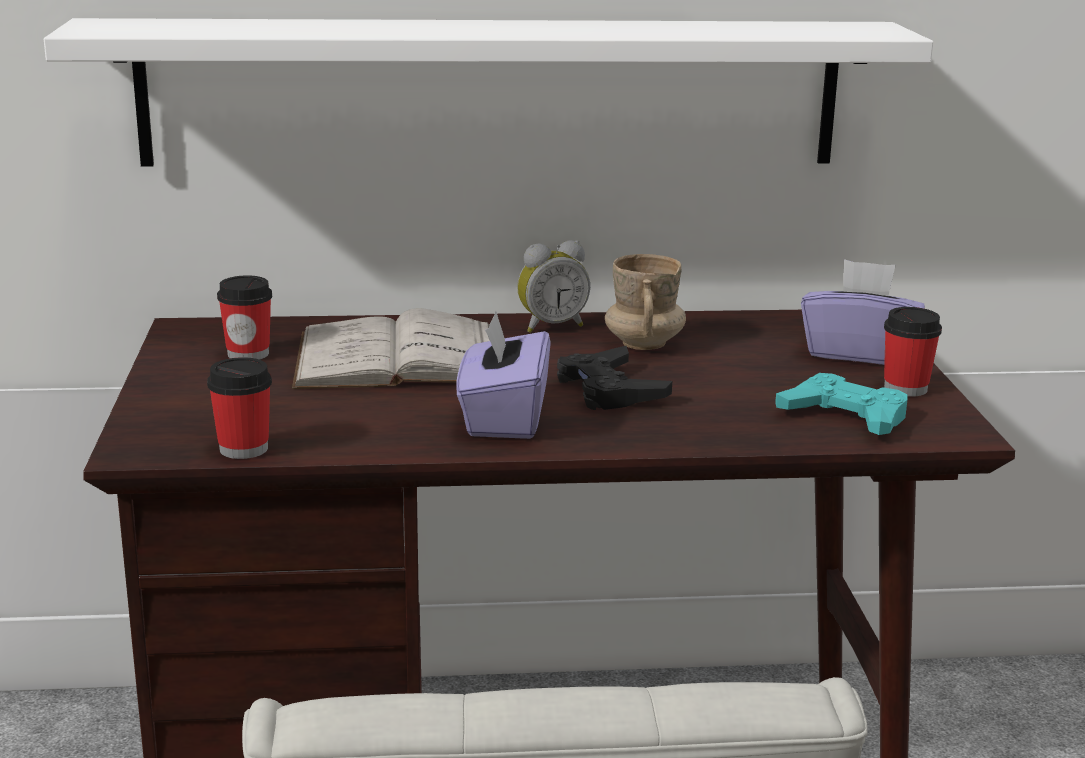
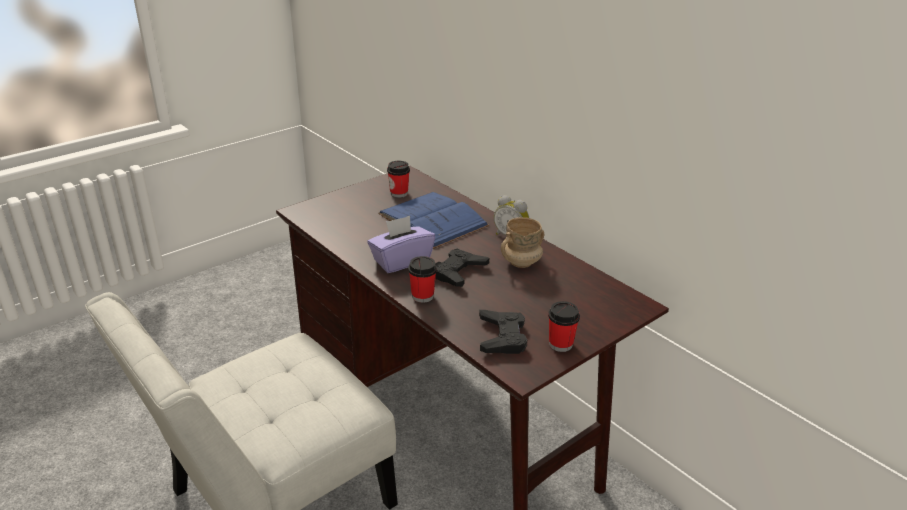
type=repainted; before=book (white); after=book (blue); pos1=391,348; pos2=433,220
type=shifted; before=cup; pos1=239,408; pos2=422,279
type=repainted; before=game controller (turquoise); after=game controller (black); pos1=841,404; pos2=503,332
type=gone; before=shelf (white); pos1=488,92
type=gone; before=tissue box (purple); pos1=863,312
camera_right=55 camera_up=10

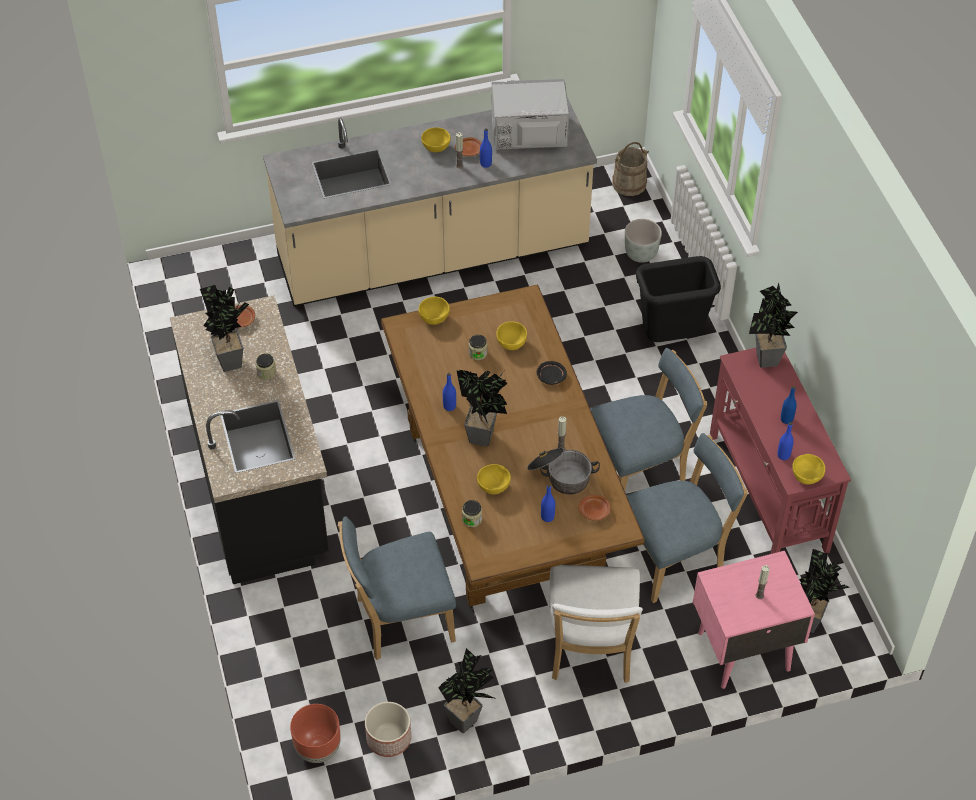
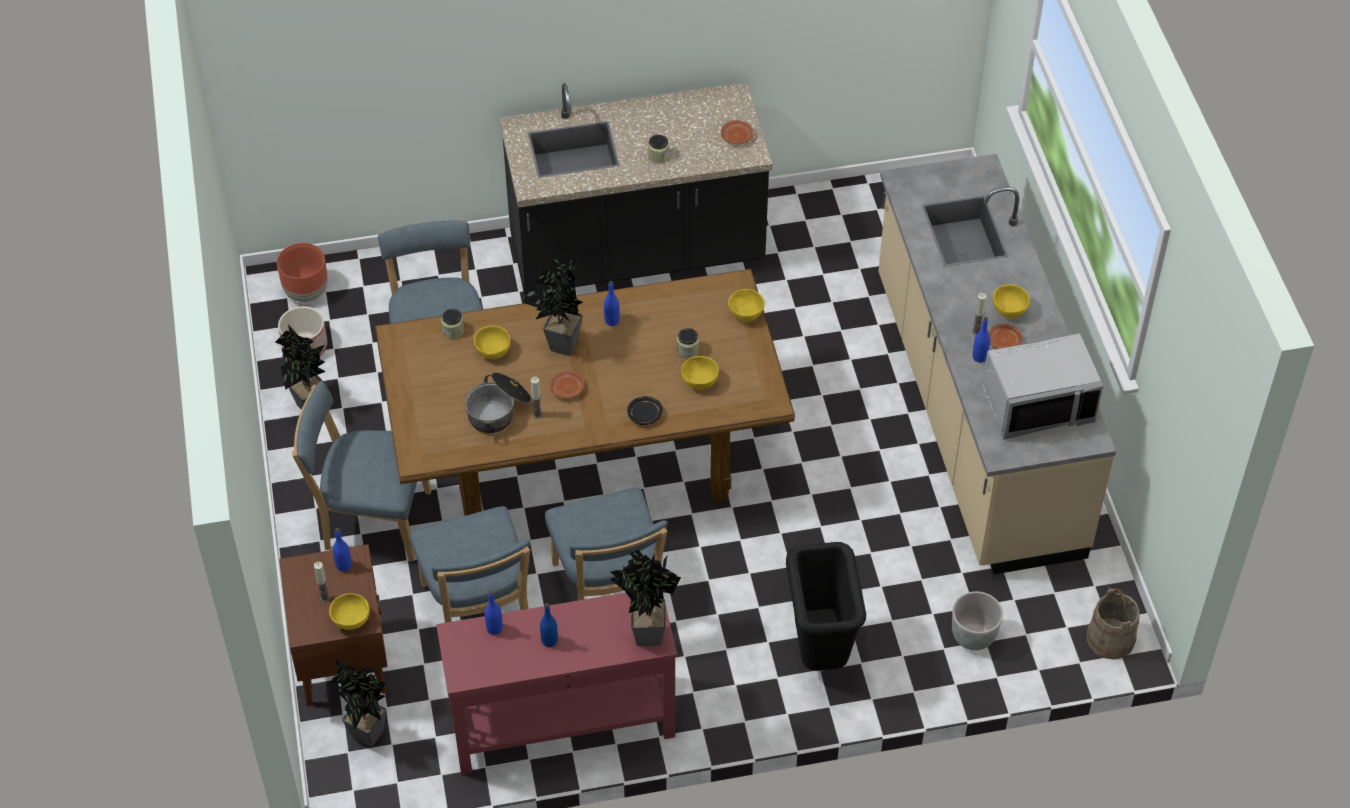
type=repainted; before=nightstand (pink); after=nightstand (brown); pos1=754,620; pos2=333,625
type=repainted; before=chair (white); after=chair (blue); pos1=596,624; pos2=361,471
type=shifted; before=bowl (yellow); pos1=808,469; pos2=349,611
type=shifted; before=bottle (blue); pos1=548,503; pos2=342,550
type=shifted; before=plate (brown); pos1=594,508; pos2=567,384
type=rotated; before=microwave (grey); pos1=530,114; pos2=1042,386; turn=75
type=gone; before=potted plant; pos1=224,328
camera_right=95 camera_up=0

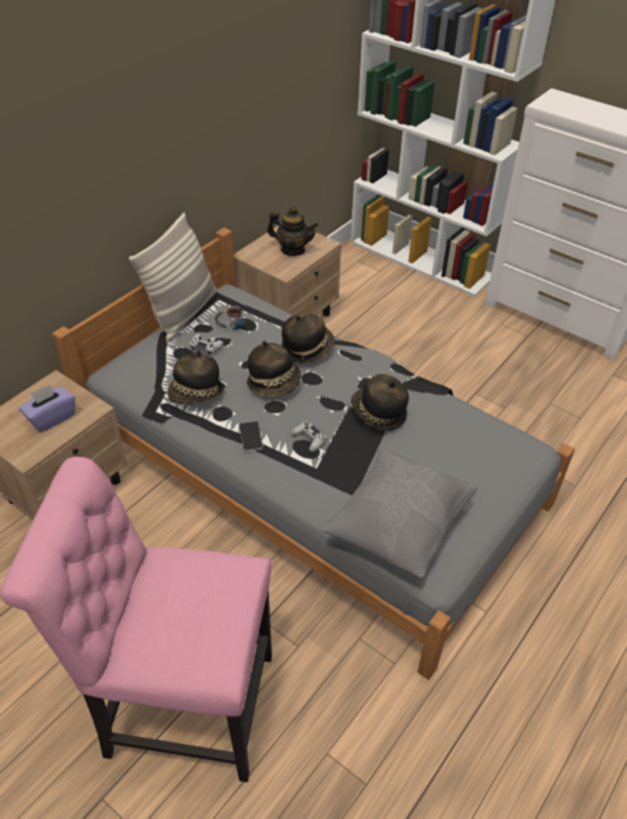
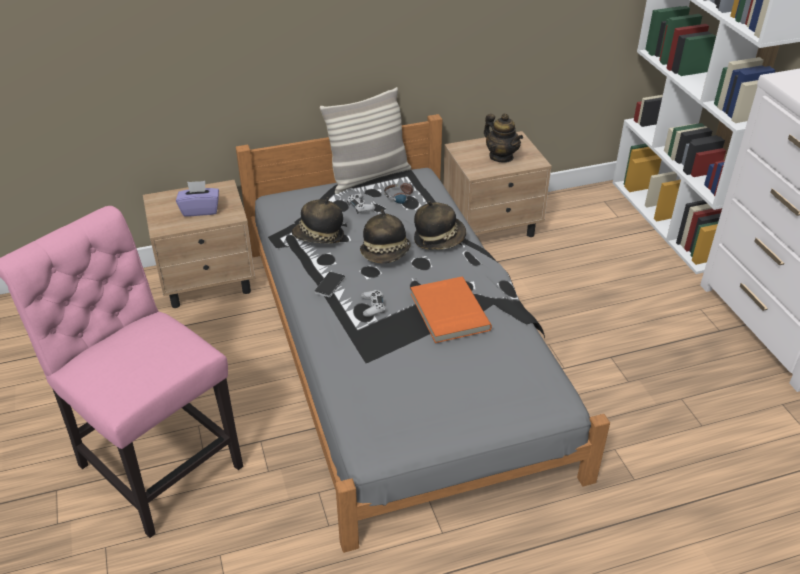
type=swapped; before=hat; after=book (orange); pos1=380,402; pos2=451,310
type=gone; before=pillow (grey); pos1=399,512
camera_right=35 camera_up=-5

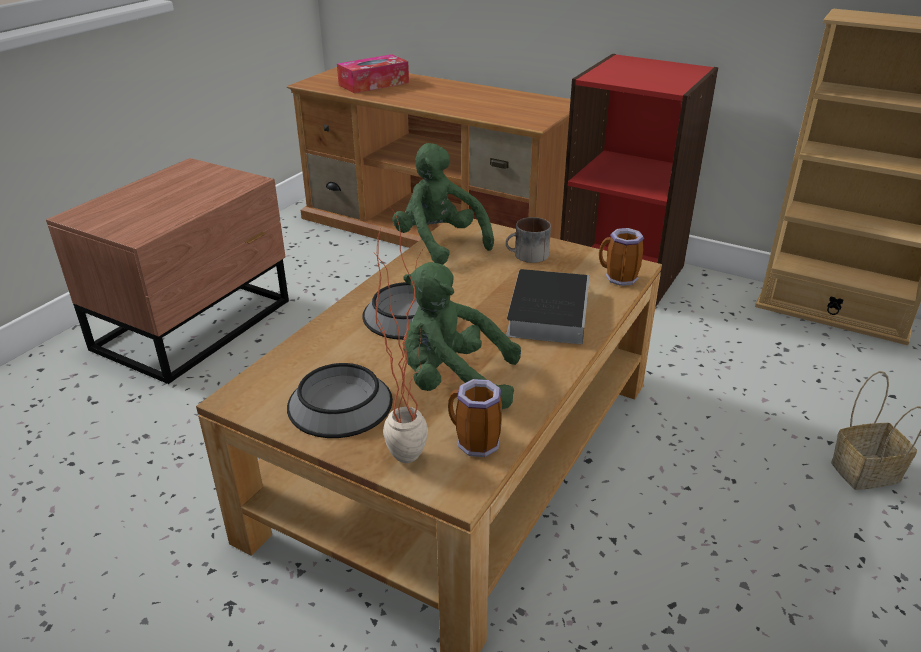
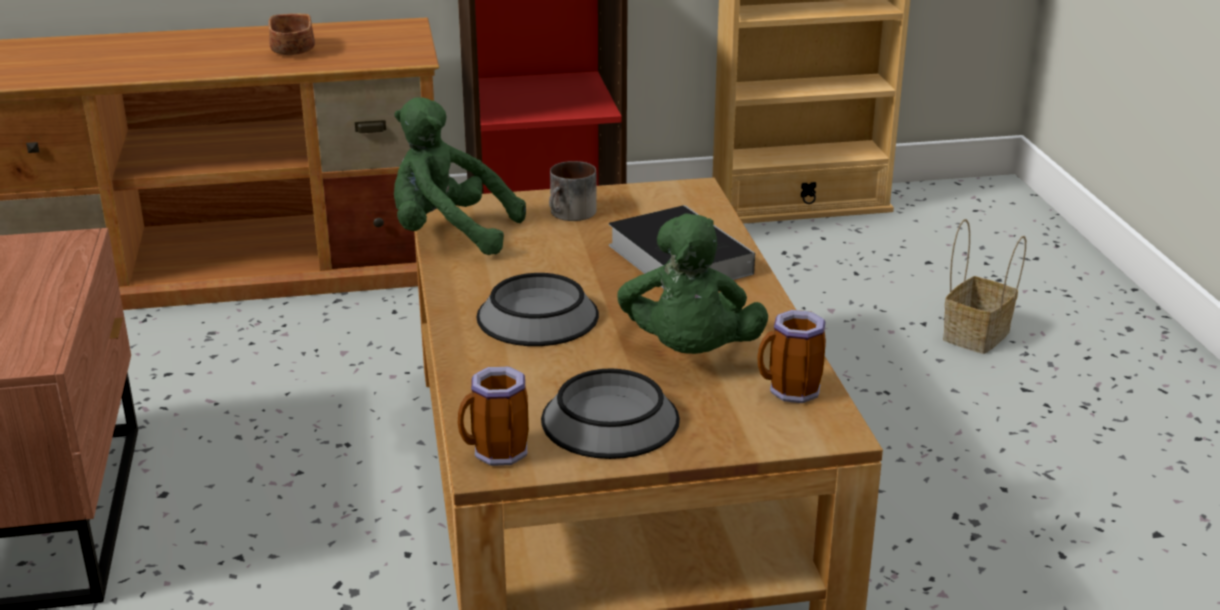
type=new; after=bowl (brown); pos2=291,34
type=shifted; before=mug; pos1=621,257; pos2=493,416
type=rotated; before=plush toy (green); pos1=462,335; pos2=693,284; turn=-60
type=gone; before=tissue box; pos1=373,73
type=gone; before=potted plant; pos1=401,333
camera_right=-40 camera_up=-5

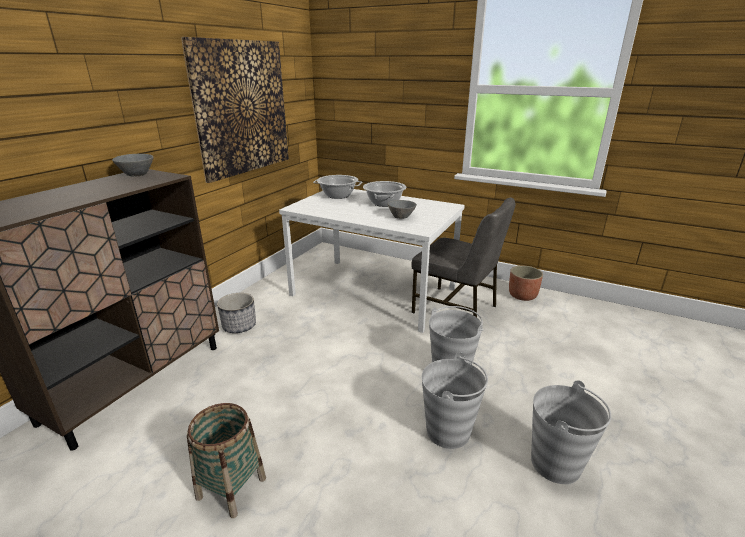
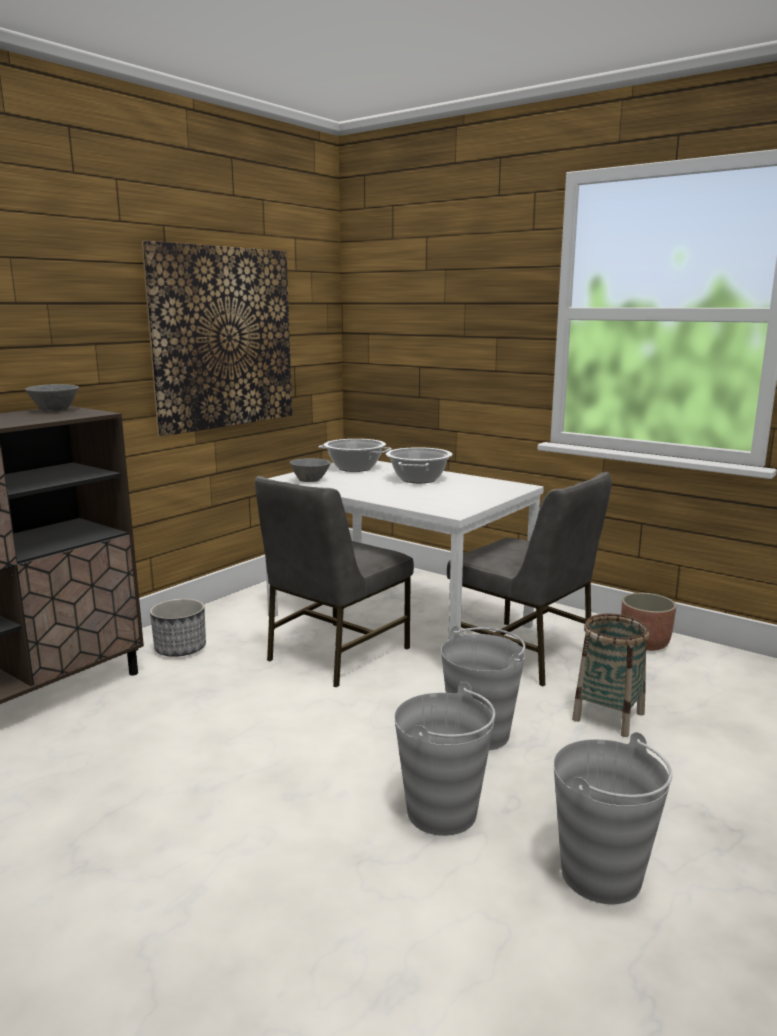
type=new; after=chair (grey); pos2=334,581
type=shifted; before=bowl (grey); pos1=402,209; pos2=310,470
type=shifted; before=basket; pos1=226,460; pos2=610,675
camera_right=10 camera_up=-10

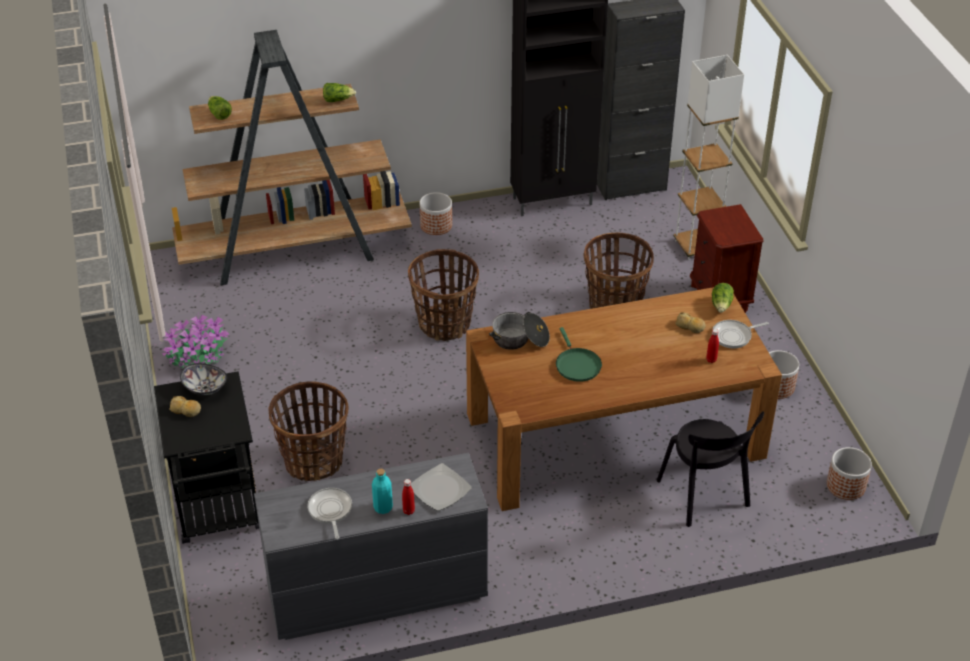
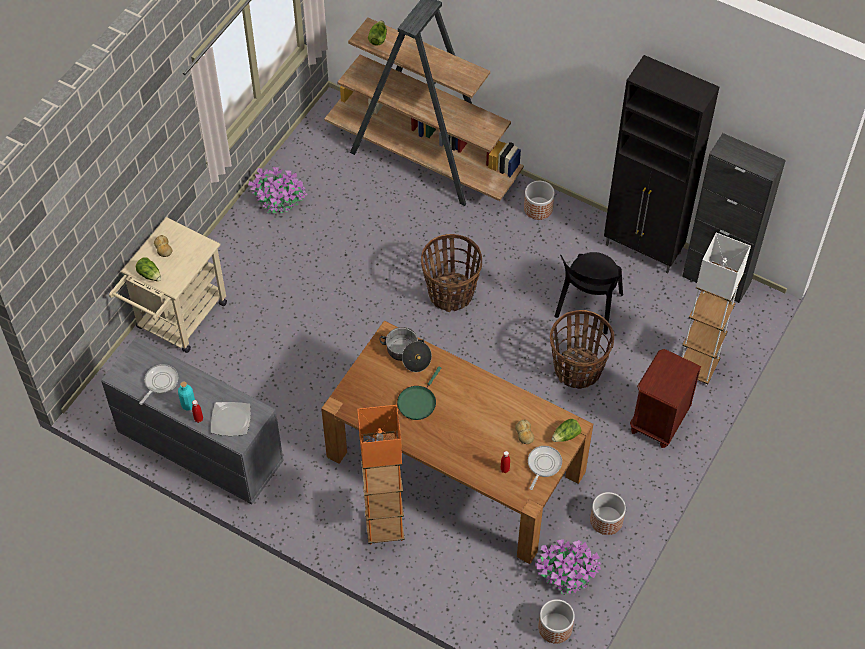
type=repainted; before=cart (black); after=cart (beige); pos1=206,457; pos2=168,285
type=shifted; before=lettuce; pos1=339,92; pos2=148,269
type=new; after=floor lamp (orange); pos2=381,474
type=rotated; before=frying pan; pos1=740,334; pos2=545,468; turn=90
type=new; after=potted plant; pos2=568,567
type=shifted; before=chair (black); pos1=710,469; pos2=588,293
type=gone; before=bowl; pos1=203,379
type=gone; before=basket; pos1=308,431
camera_right=45 camera_up=15

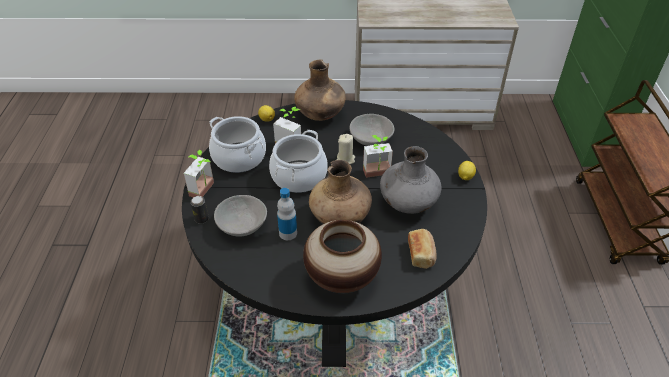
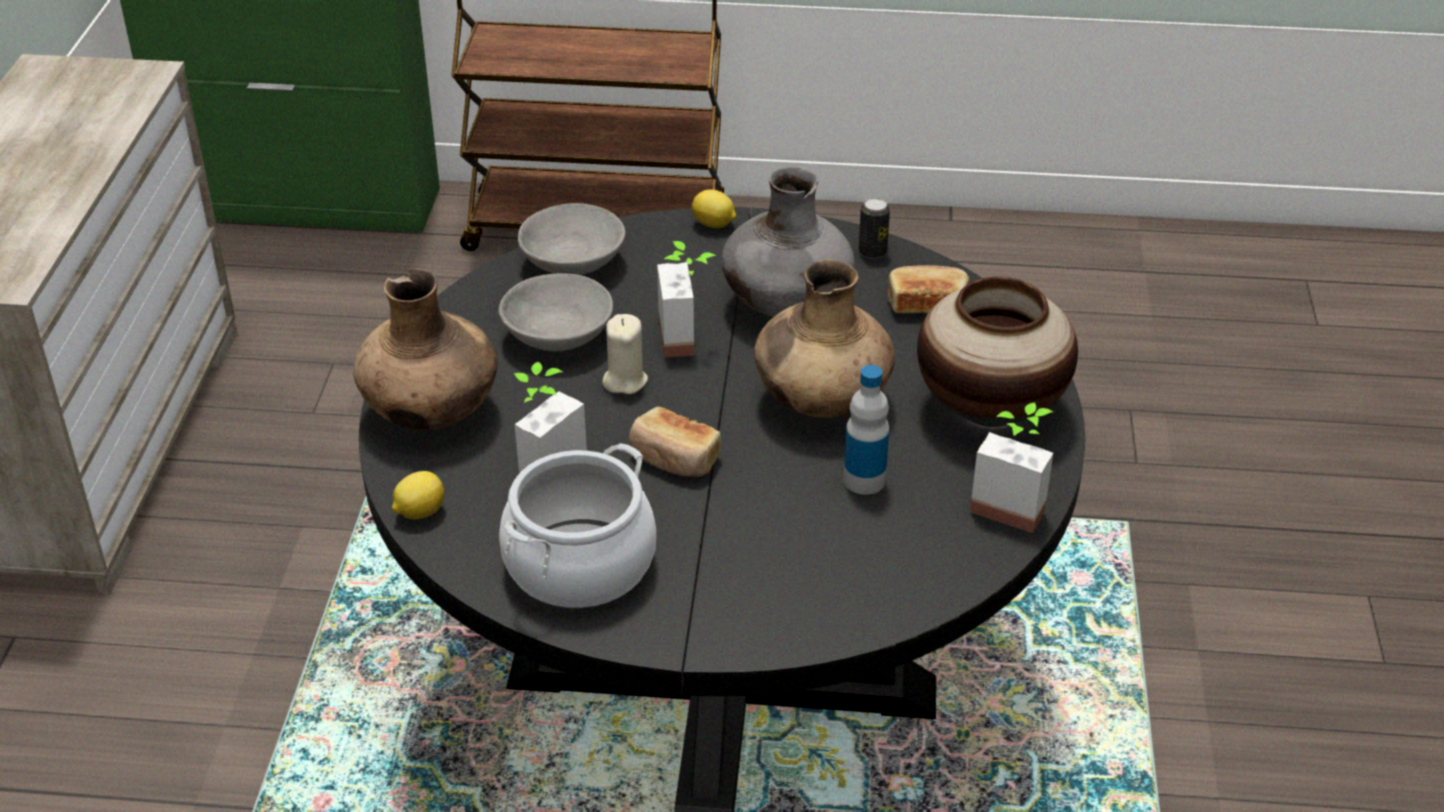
type=shifted; before=bowl (grey); pos1=240,216; pos2=571,239
type=swapped; before=cooking pot; after=bread; pos1=298,161; pos2=675,442
type=shifted; before=can; pos1=199,210; pos2=874,228
type=shifted; before=potted plant; pos1=198,173; pos2=1011,468
camera_right=-85 camera_up=-5

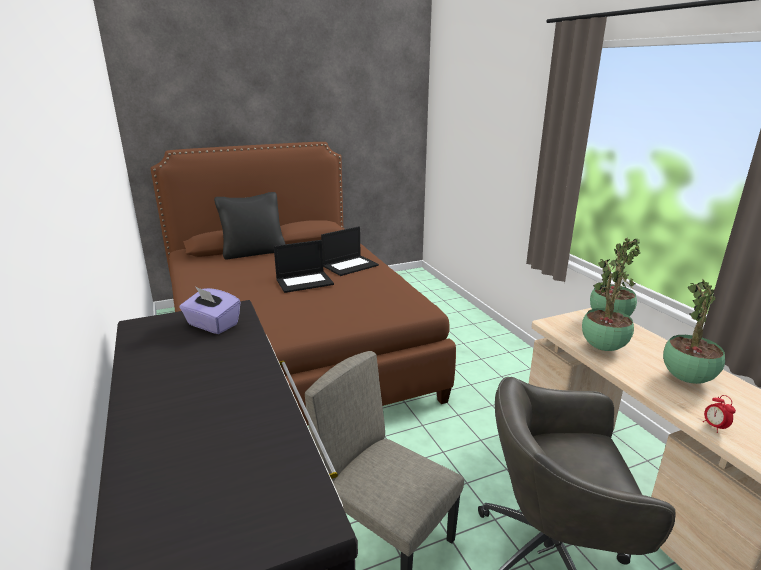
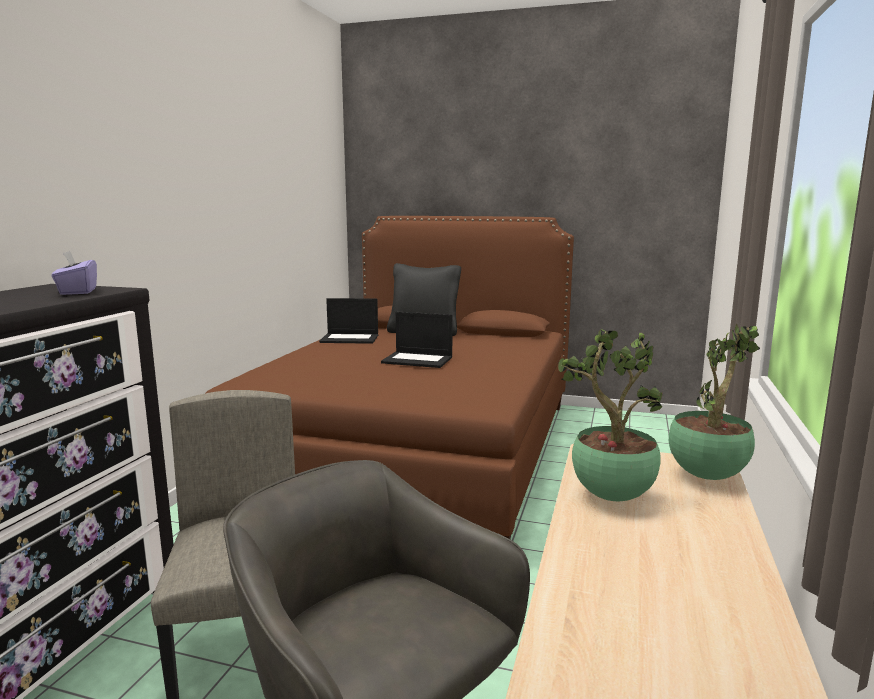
type=shifted; before=laptop; pos1=350,251; pos2=348,321
type=gone; before=potted plant; pos1=694,332
type=gone; before=alarm clock; pos1=719,414
camera_right=40 camera_up=-10

